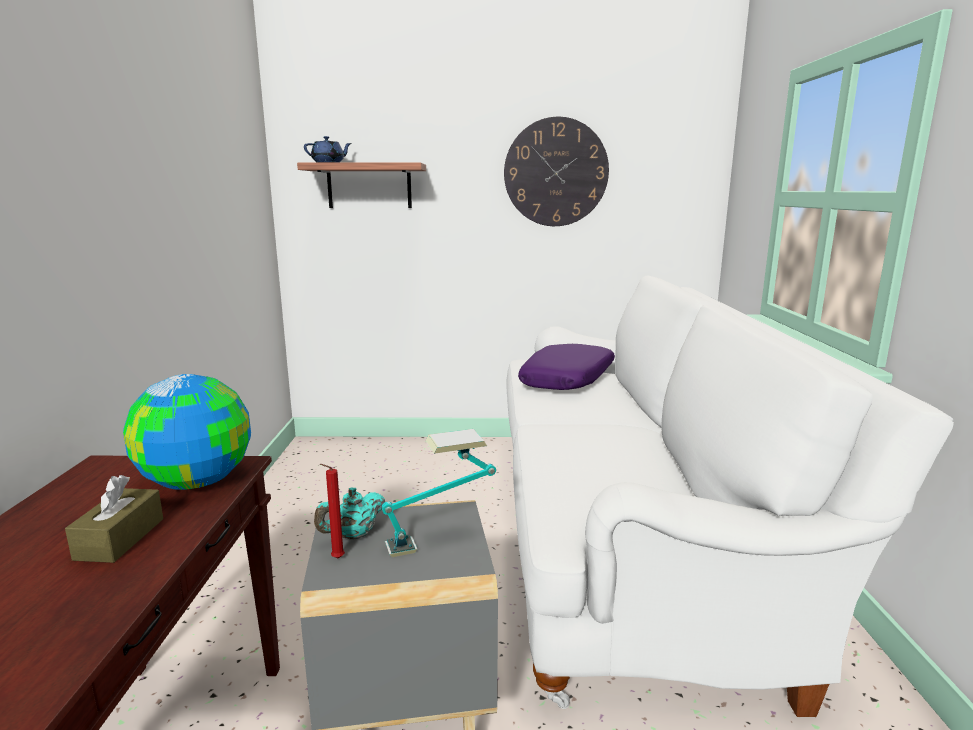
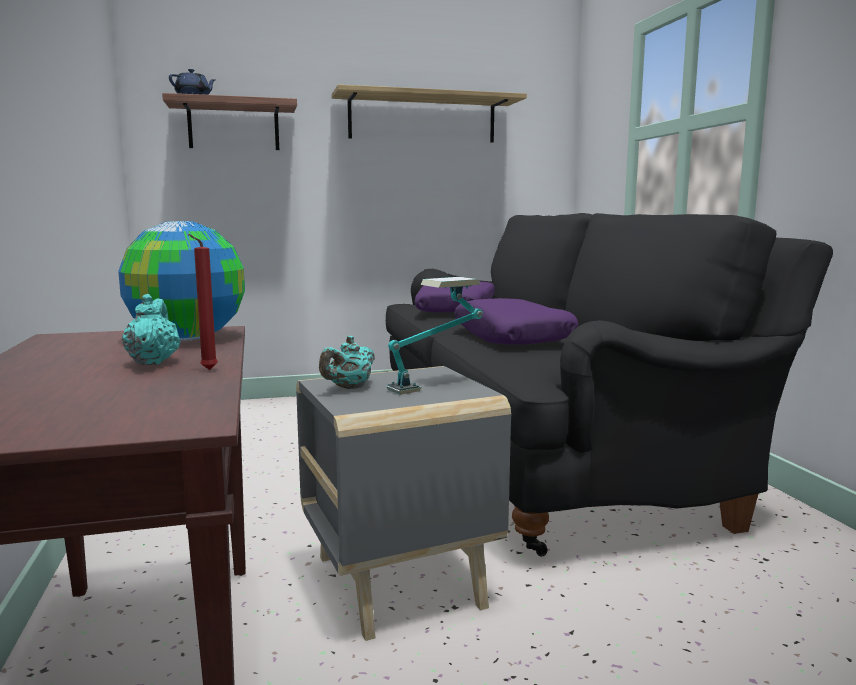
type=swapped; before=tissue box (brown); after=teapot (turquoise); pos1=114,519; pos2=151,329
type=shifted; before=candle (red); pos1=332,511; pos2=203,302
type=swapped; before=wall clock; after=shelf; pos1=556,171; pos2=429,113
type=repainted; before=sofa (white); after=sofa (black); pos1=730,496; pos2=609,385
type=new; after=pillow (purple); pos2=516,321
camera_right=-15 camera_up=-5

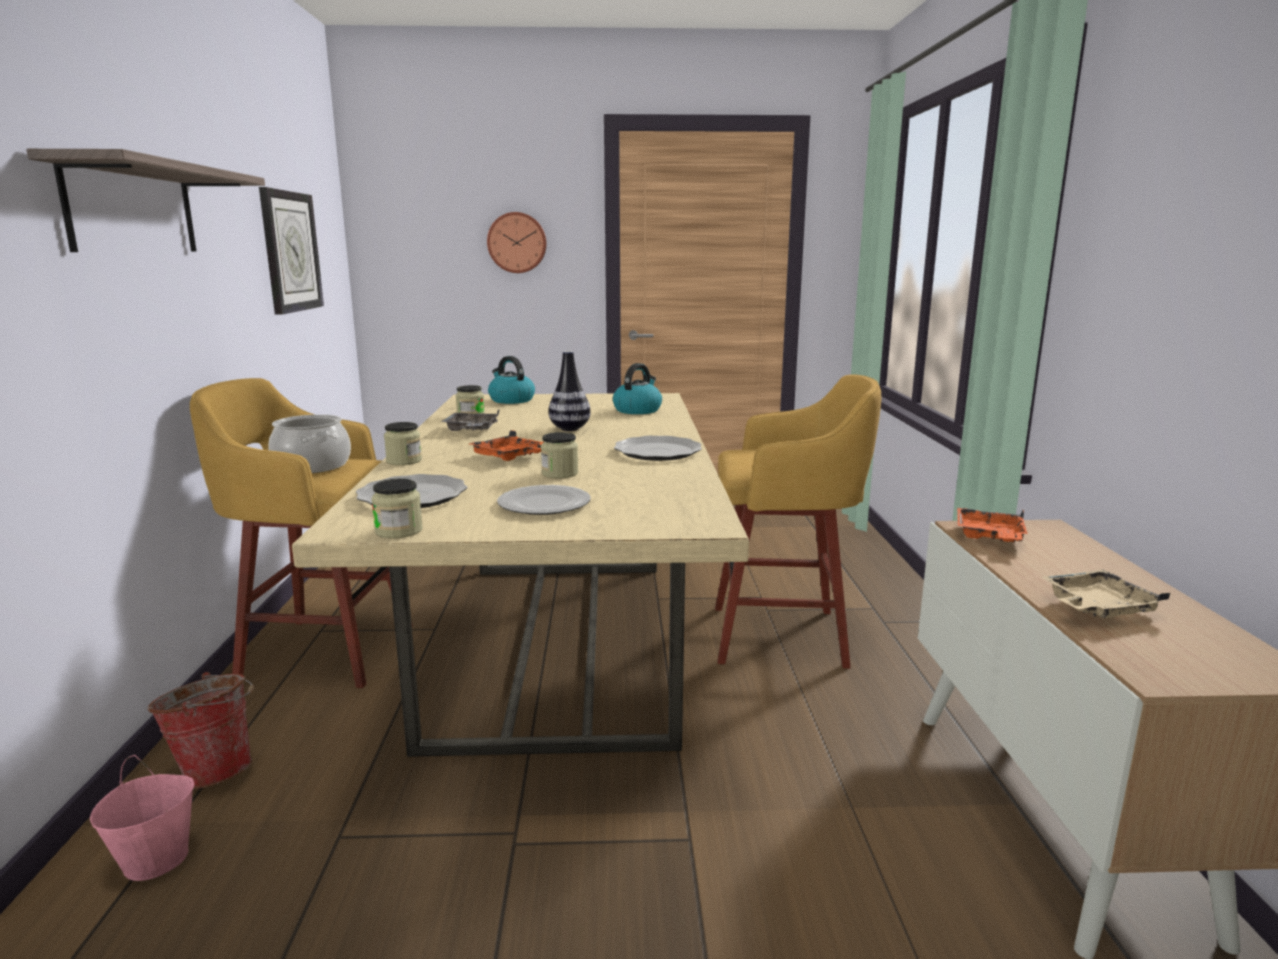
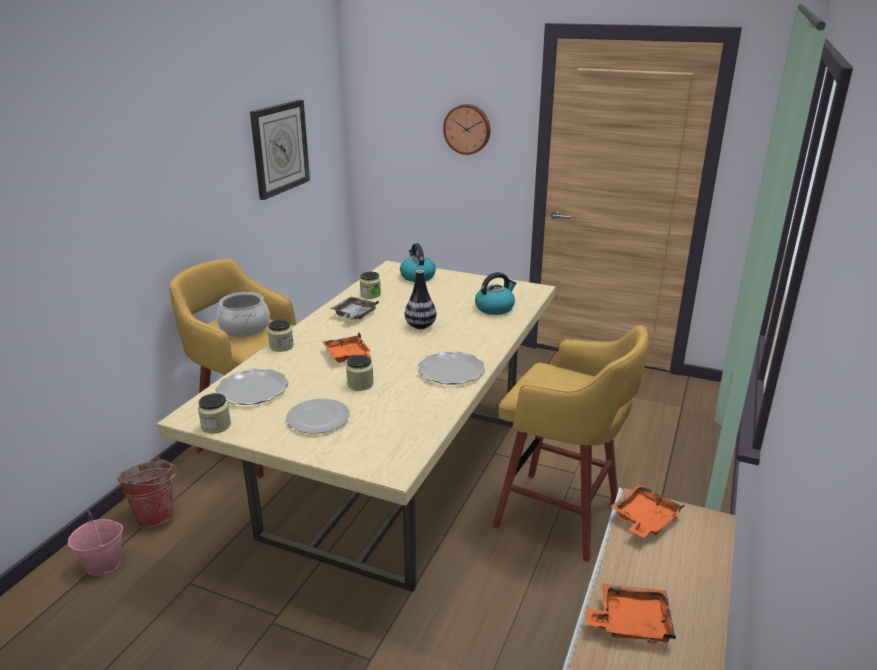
type=repainted; before=tray (beige); after=tray (orange); pos1=1106,594; pos2=631,613
type=gone; before=shelf; pos1=146,200
camera_right=25 camera_up=10

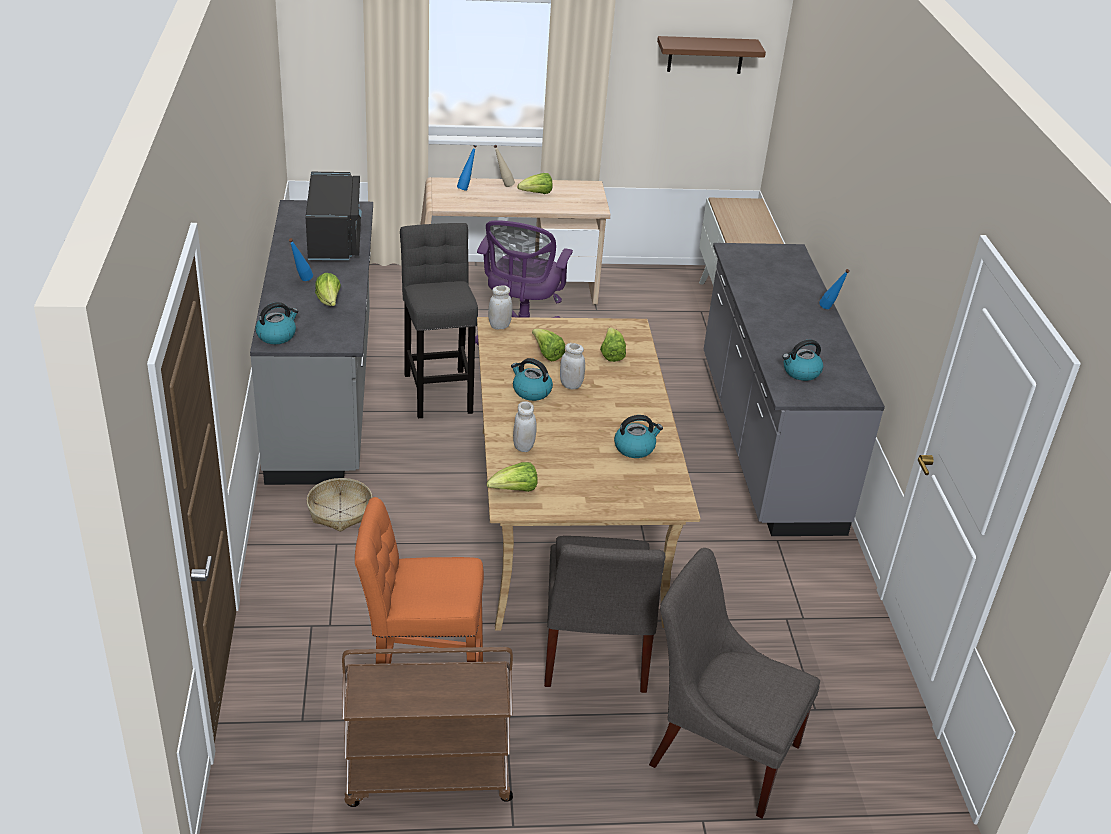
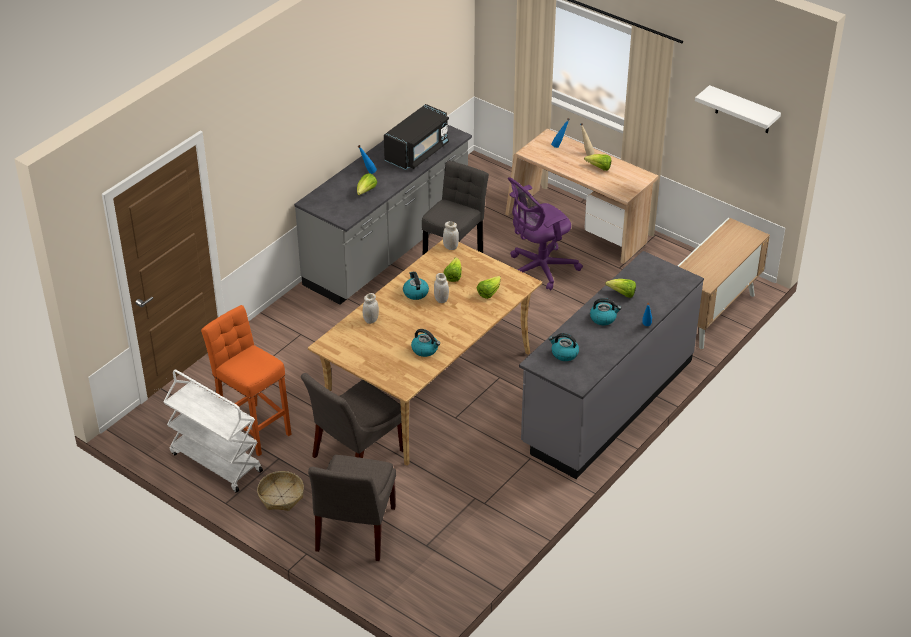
type=repainted; before=cart (brown); after=cart (white); pos1=427,727; pos2=213,431
type=shifted; before=basket; pos1=340,505; pos2=280,491
type=rotated; before=chair (grey); pos1=734,683; pos2=352,508; turn=-150
type=shifted; before=kettle; pos1=277,323; pos2=605,311
type=shifted; before=lettuce; pos1=512,477; pos2=620,288
type=repainted; before=shelf (brown); after=shelf (white); pos1=711,55; pos2=738,109
camera_right=45 camera_up=5

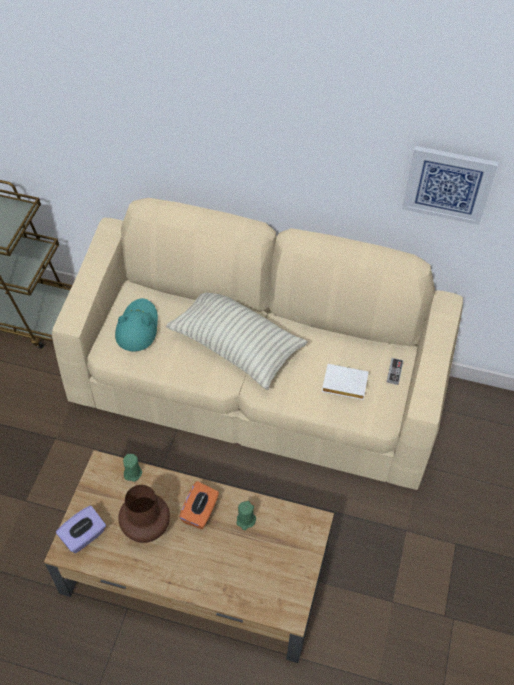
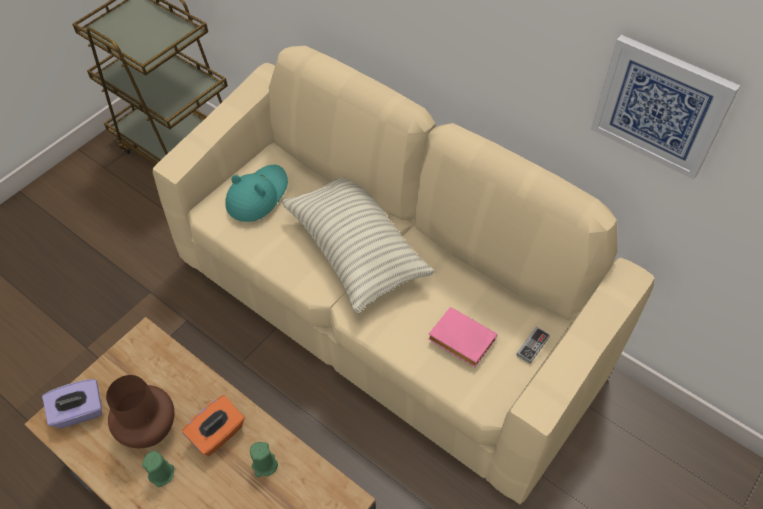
type=shifted; before=candle (green); pos1=132,468; pos2=158,469
type=repainted; before=book (white); after=book (pink); pos1=345,382; pos2=462,337
camera_right=25 camera_up=0

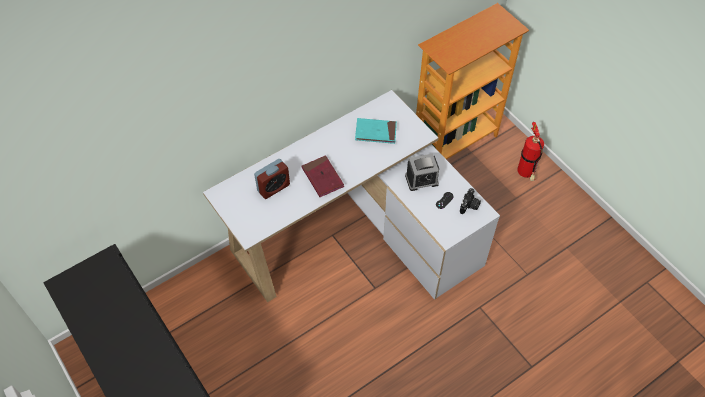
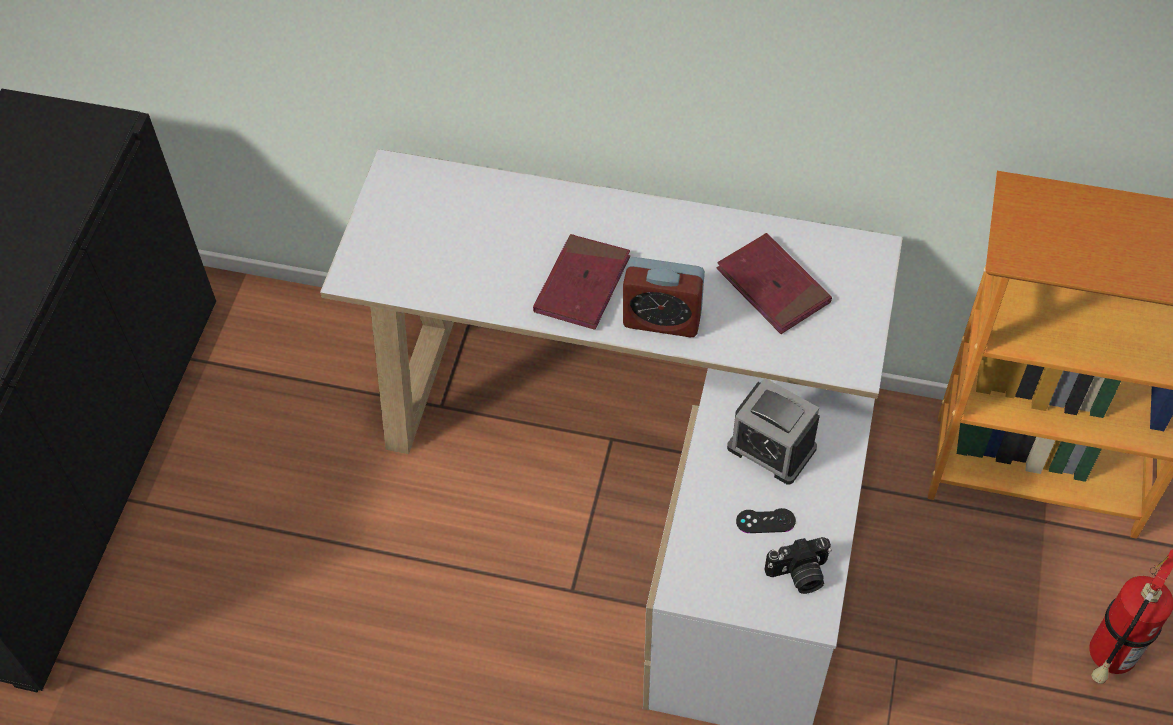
type=shifted; before=alarm clock; pos1=272,179; pos2=664,297
type=repainted; before=book (turquoise); after=book (red); pos1=376,131; pos2=774,283
camera_right=50 camera_up=0

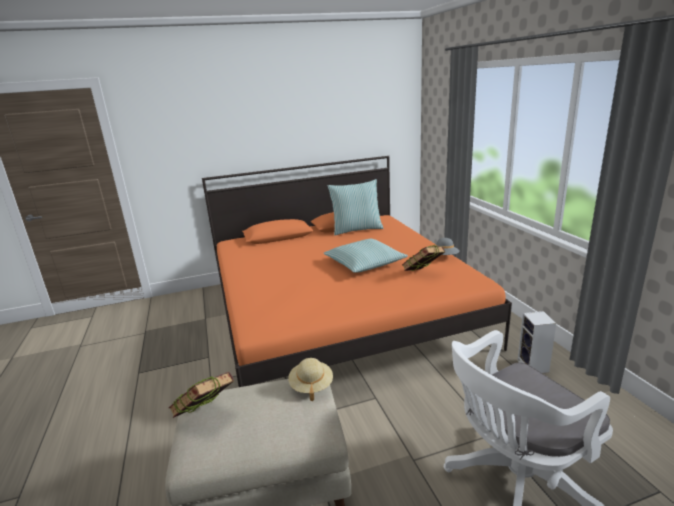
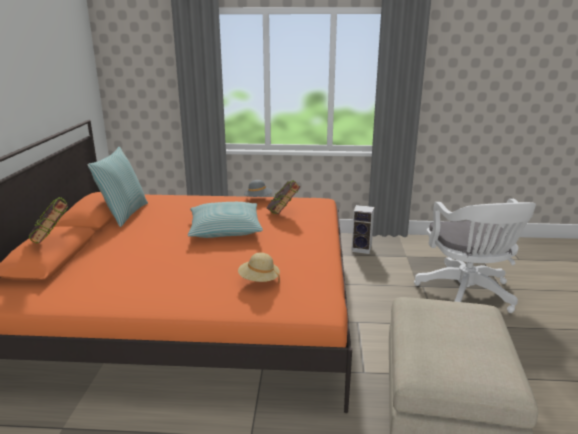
type=shifted; before=book; pos1=201,395; pos2=48,220
type=shifted; before=hat (beige); pos1=310,379; pos2=259,267
camera_right=-70 camera_up=0

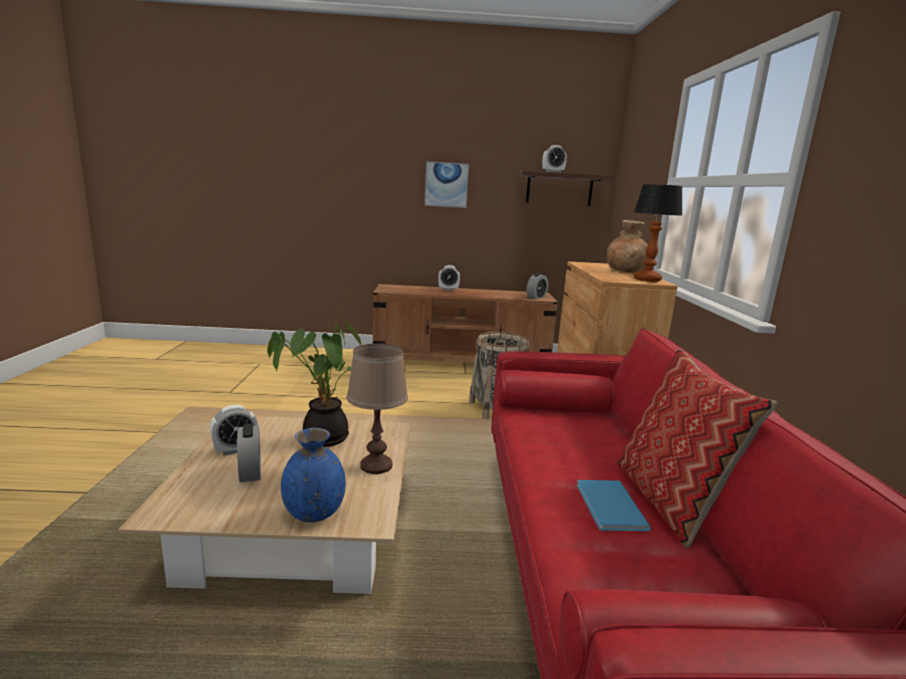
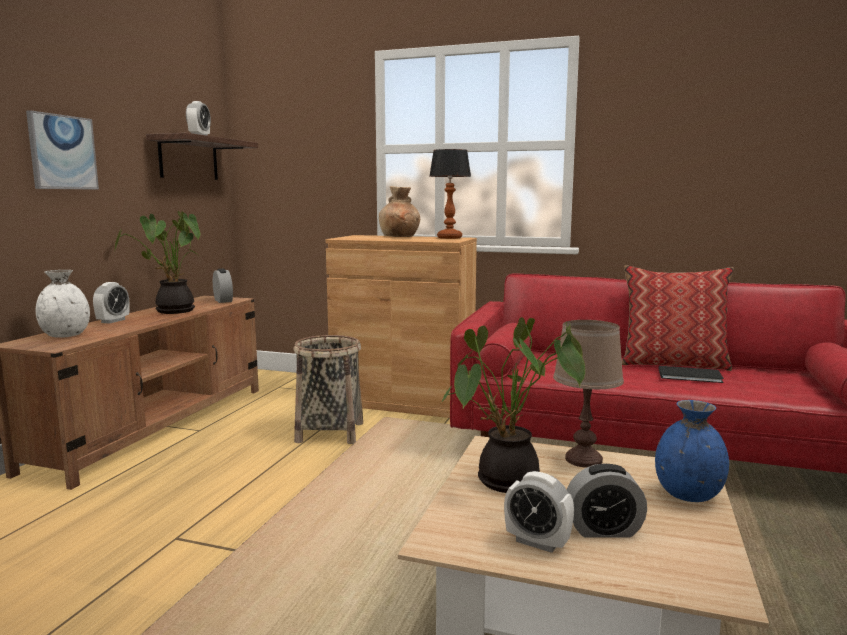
type=new; after=vase (white); pos2=63,304
type=new; after=potted plant; pos2=157,262
type=rotated; before=alarm clock; pos1=234,430; pos2=539,512; turn=135
type=repainted; before=book (blue); after=book (black); pos1=614,505; pos2=691,374
camera_right=-70 camera_up=-5

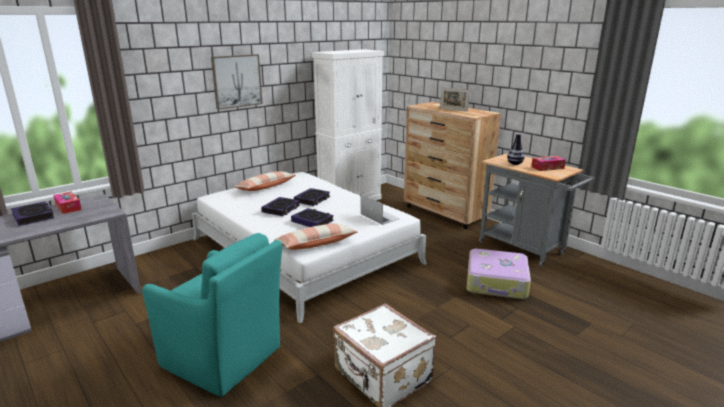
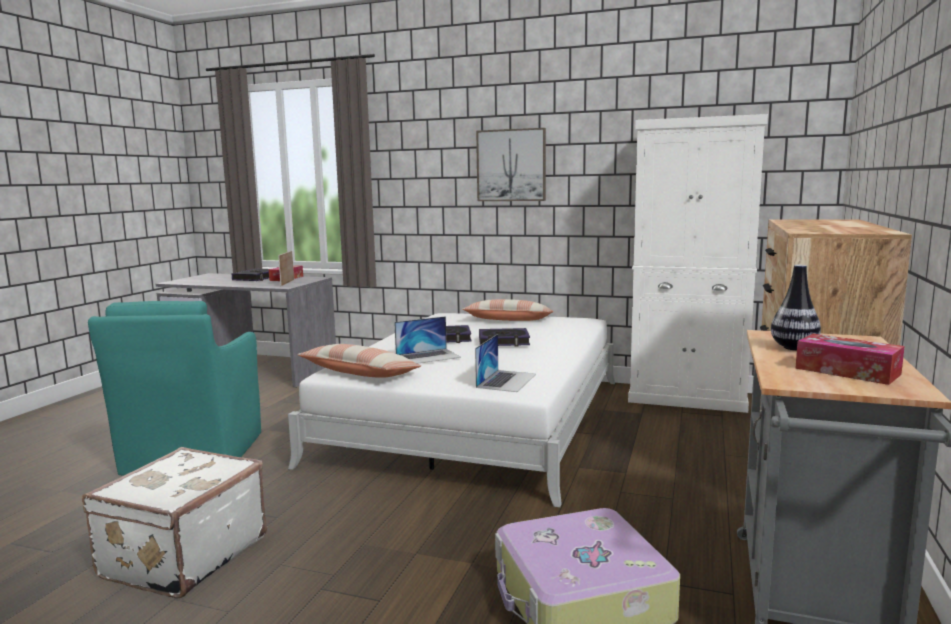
type=shifted; before=picture frame; pos1=454,99; pos2=286,268
type=swapped; before=book; after=laptop; pos1=312,217; pos2=427,340
camera_right=60 camera_up=-10

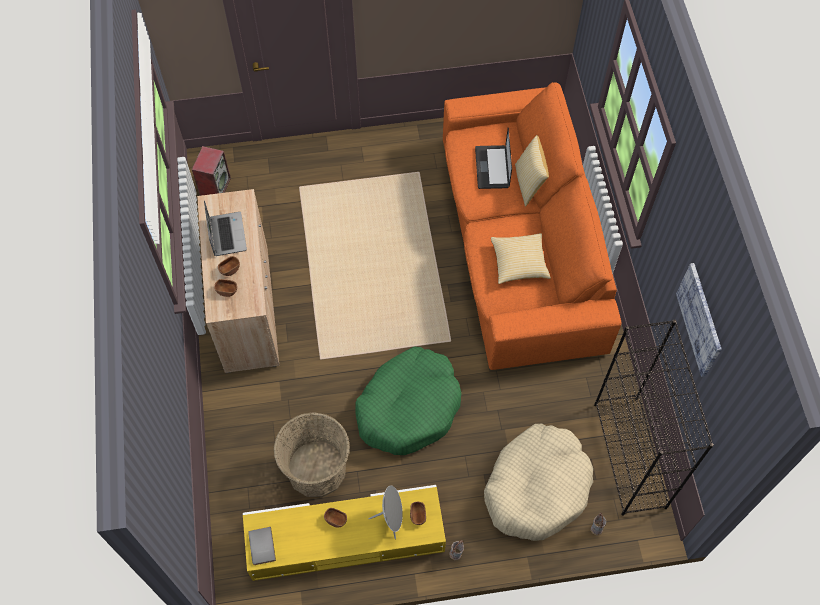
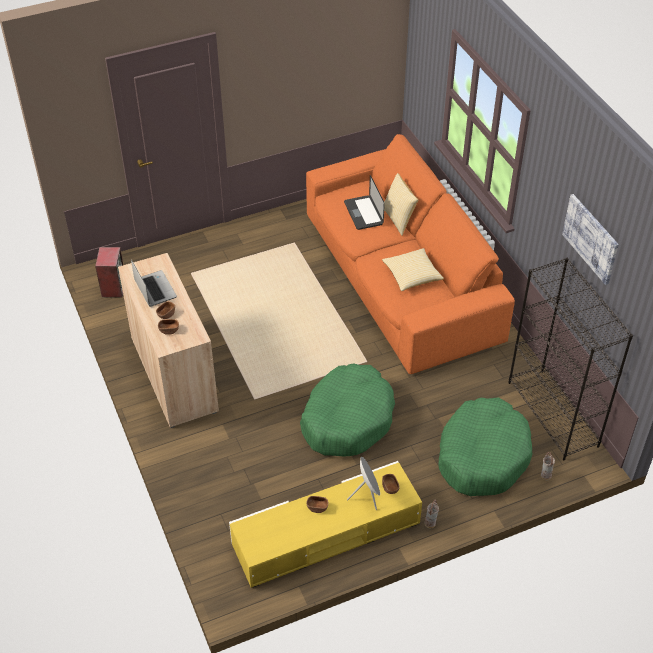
type=repainted; before=dog bed (beige); after=dog bed (green); pos1=538,482; pos2=485,446
type=gone; before=book (grey); pos1=262,546
type=gone; before=basket; pos1=312,454
camera_right=-15 camera_up=-15

